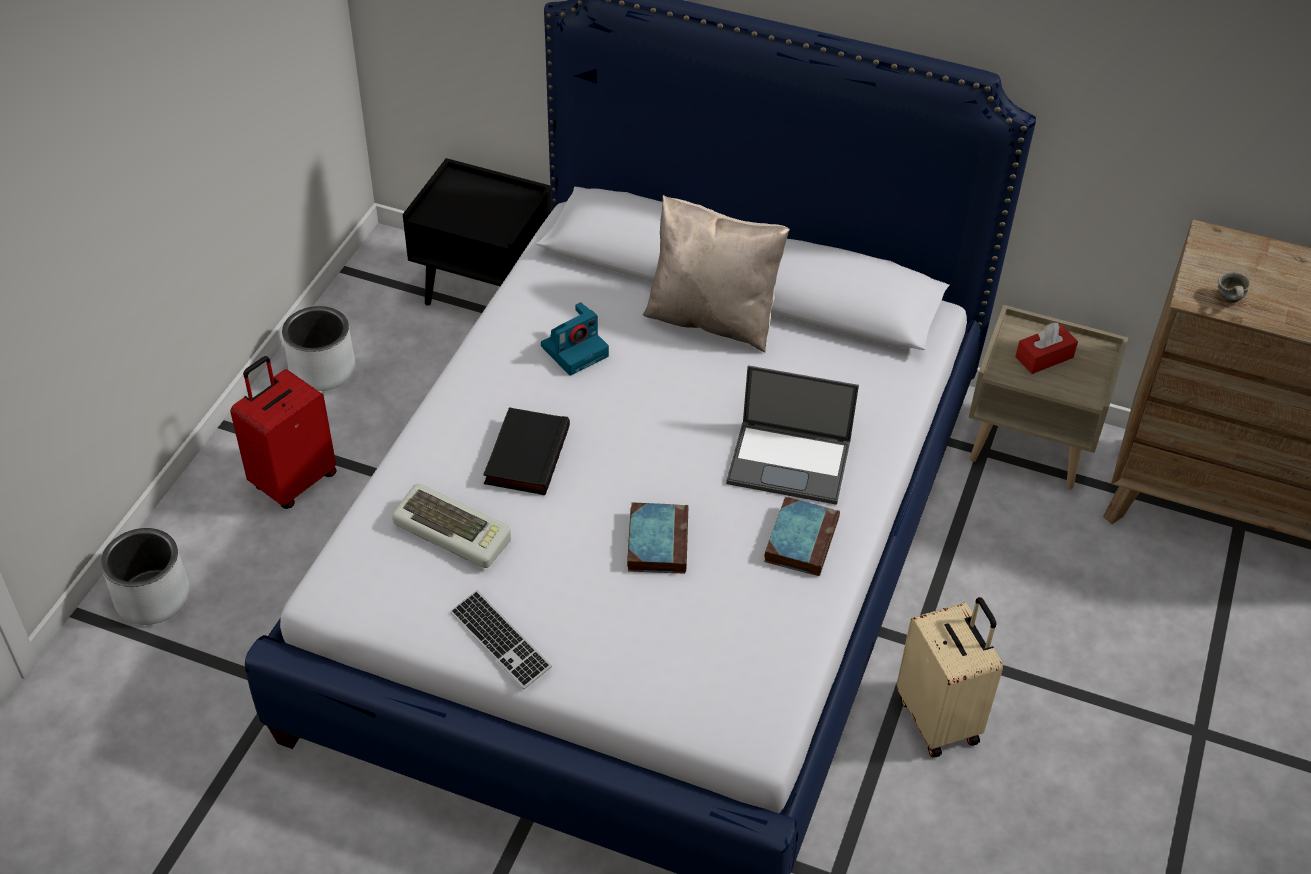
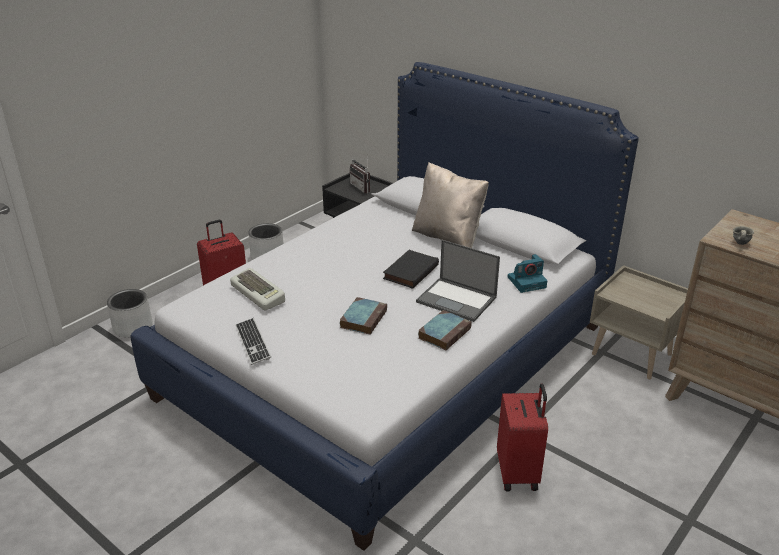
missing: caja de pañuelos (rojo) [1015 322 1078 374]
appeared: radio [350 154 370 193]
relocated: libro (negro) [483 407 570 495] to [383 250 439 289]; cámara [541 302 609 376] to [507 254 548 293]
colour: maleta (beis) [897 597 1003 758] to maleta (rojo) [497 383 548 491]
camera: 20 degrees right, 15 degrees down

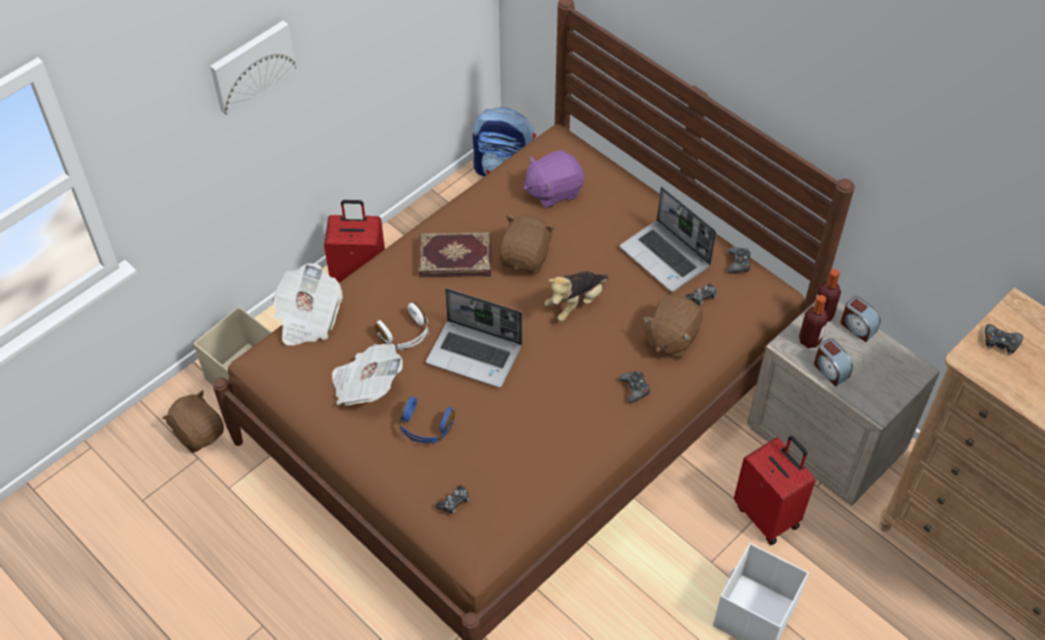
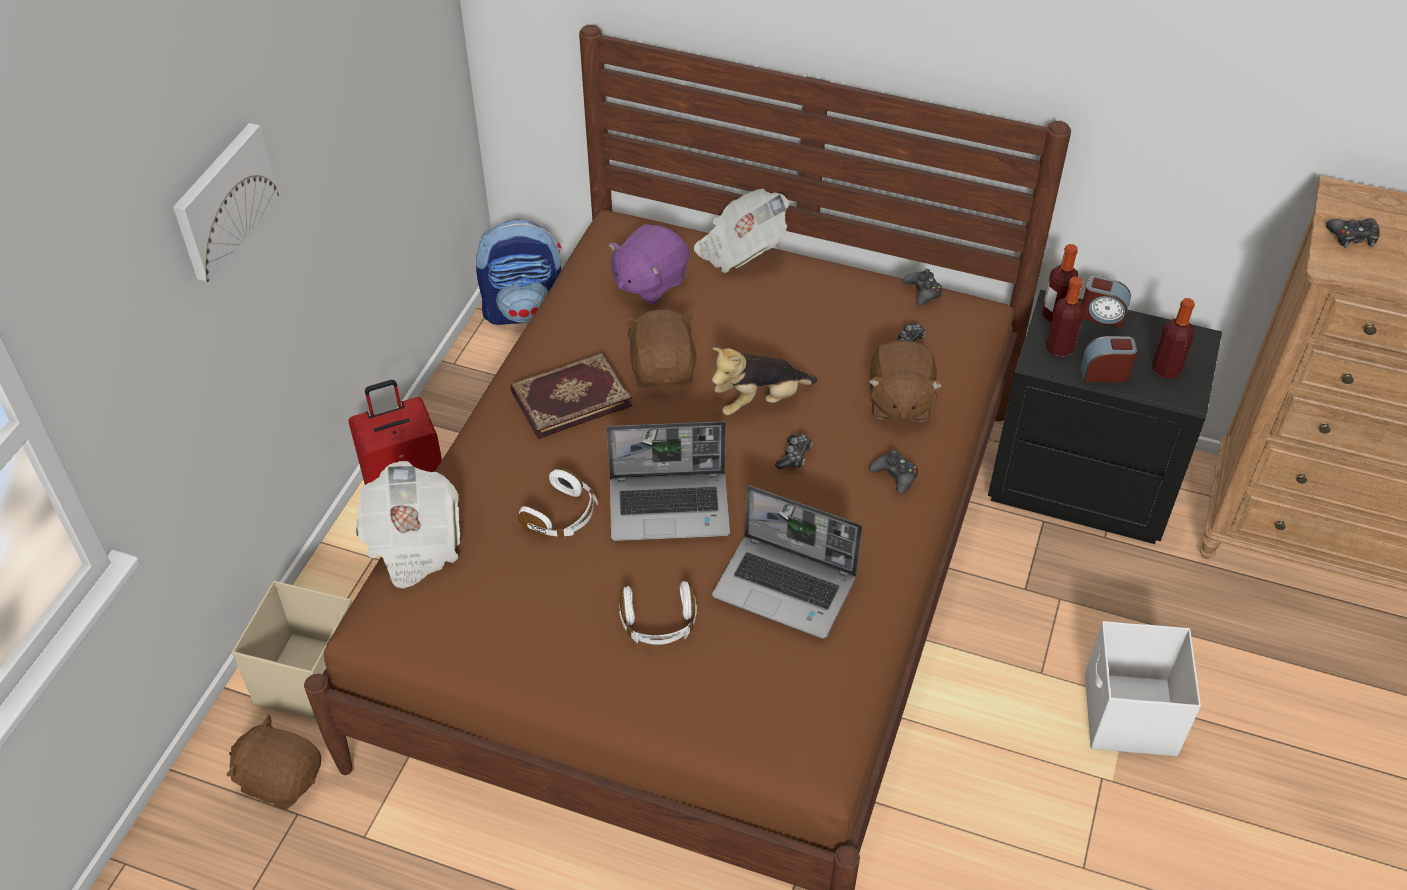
missing: maleta (rojo) [734 435 815 545]
appeared: botella [1152 298 1195 379]
relocated: periódico [332 344 403 405] to [694 189 790 273]; mando de consola [436 485 470 514] to [775 434 813 469]; portátil [620 187 716 292] to [712 485 863 639]
colour: auriculares (azul) [399 397 455 444] to auriculares (blanco) [618 581 697 645]; mesita de noche (beis) [747 301 940 505] to mesita de noche (negro) [988 289 1222 544]
spun: peluche [545 271 608 321] = [712 347 817 415] 45 degrees clockwise; despertador [814 338 853 387] = [1080 336 1138 382] 150 degrees clockwise
camera: 25 degrees left, 5 degrees down

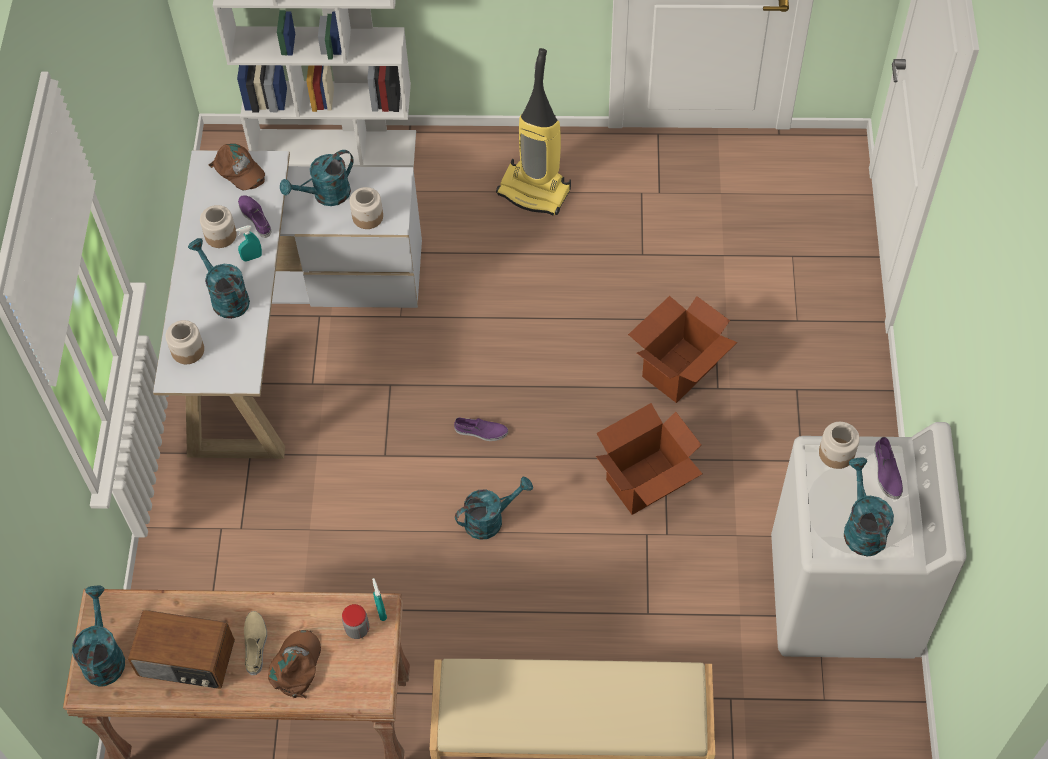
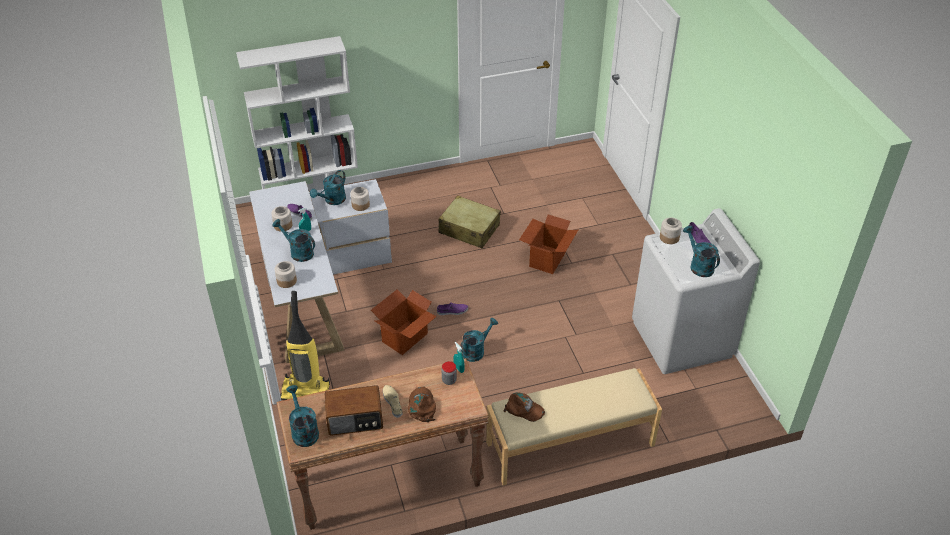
appeared: maleta (beis) [439 195 501 248]
relocated: gorra (marrón) [209 144 265 190] to [503 392 545 422]; aspiradora [496 48 571 216] to [280 291 330 400]; caja de cartón [596 403 702 515] to [371 289 437 355]
camera: 20 degrees left, 15 degrees down

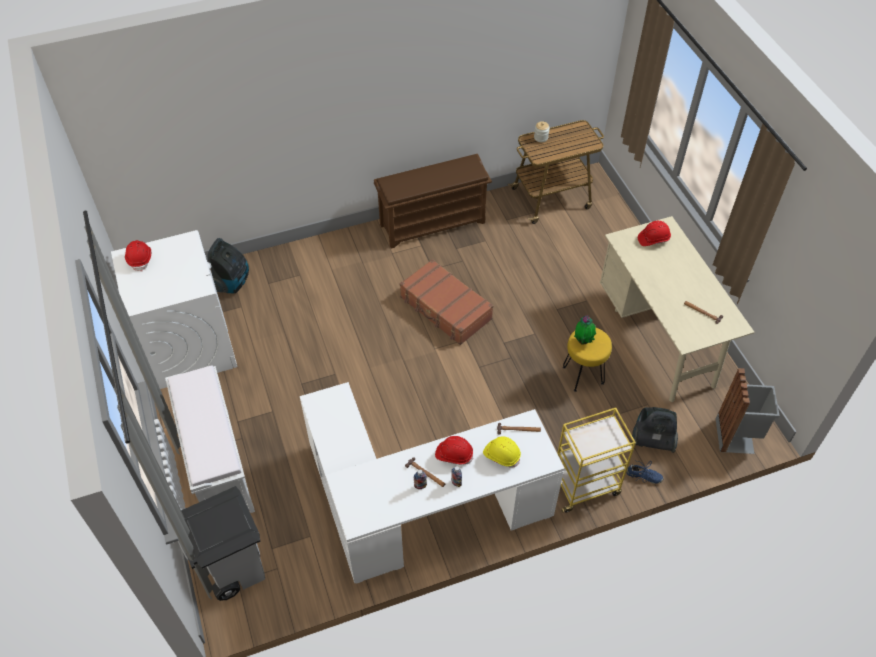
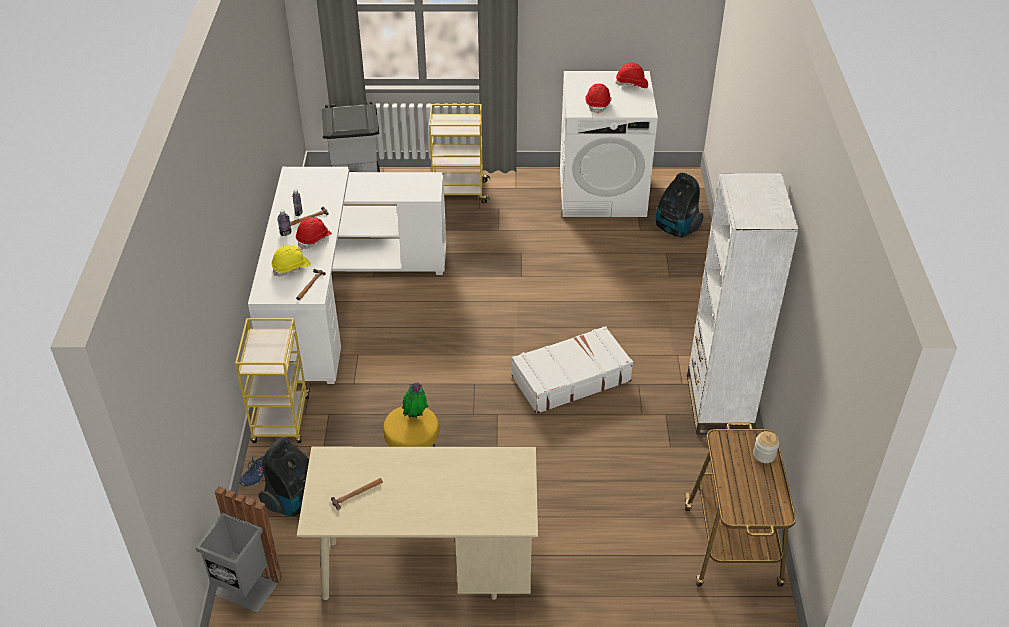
relocated: casco (rojo) [638 221 671 246] to [585 84 611 114]
exchanged: banco (blanco) [165 366 255 513] to carrito (amarillo) [429 104 490 203]; zapatero (marrón) [374 154 492 249] to estantería (blanco) [687 173 799 435]
colour: maleta (marrón) [400 259 494 345] to maleta (blanco) [512 326 633 414]
camera: 110 degrees right, 10 degrees down

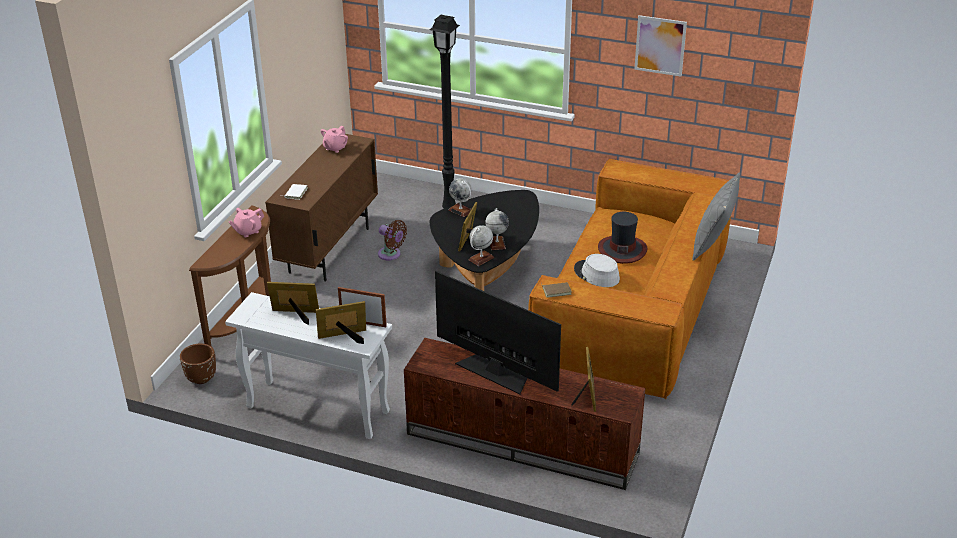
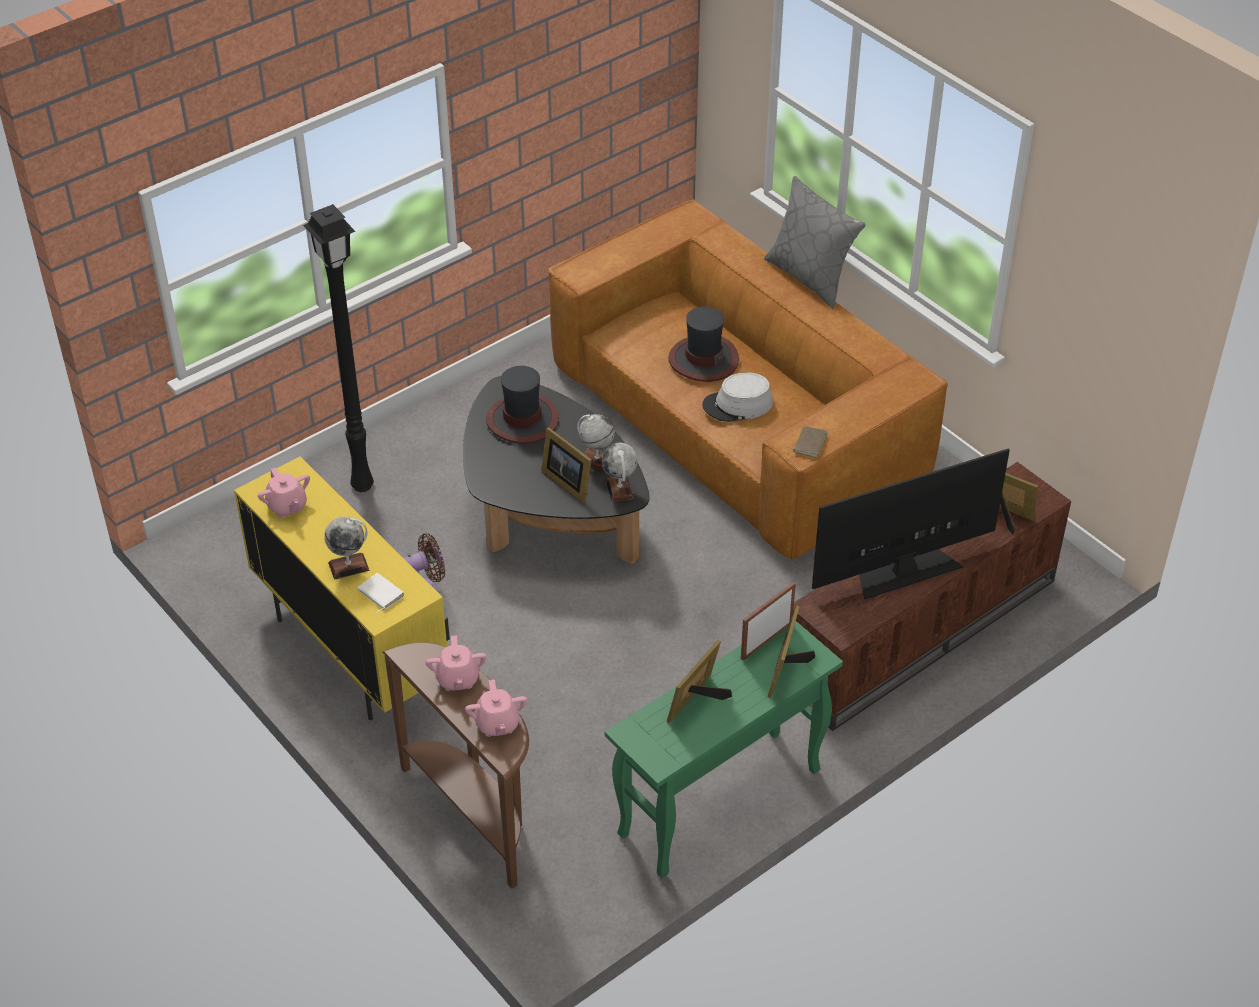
missing: maceta (marrón) [180 343 216 384]; cuadro [634 15 687 76]
appeared: tetera (rosa) [465 680 527 737]; sombrero [486 366 559 444]
relocated: globo terráqueo [448 178 471 217] to [324 516 369 580]
colour: mesa consola (blanco) [225 292 392 439] to mesa consola (verde) [605 621 843 878]; armario (marrón) [265 134 378 282] to armario (amarillo) [234 456 450 721]
camera: 60 degrees left, 10 degrees up

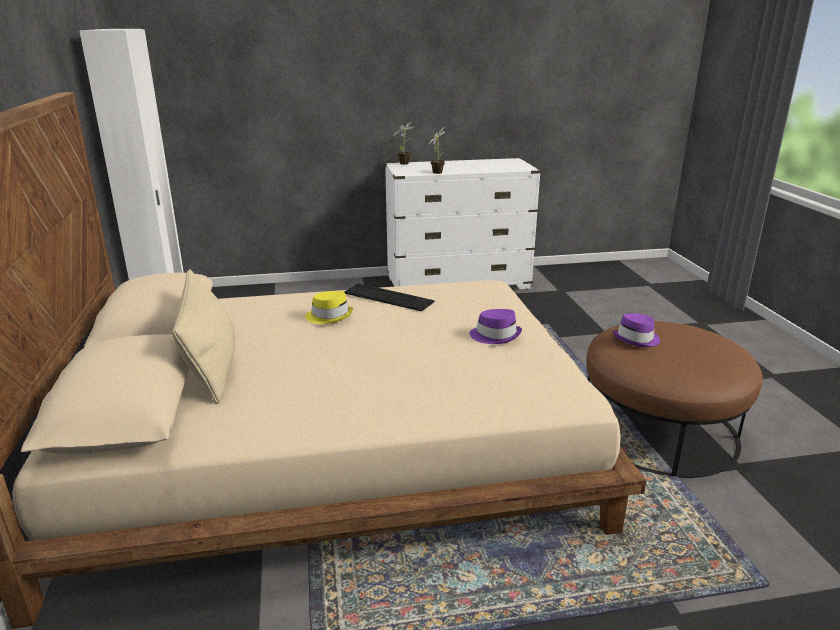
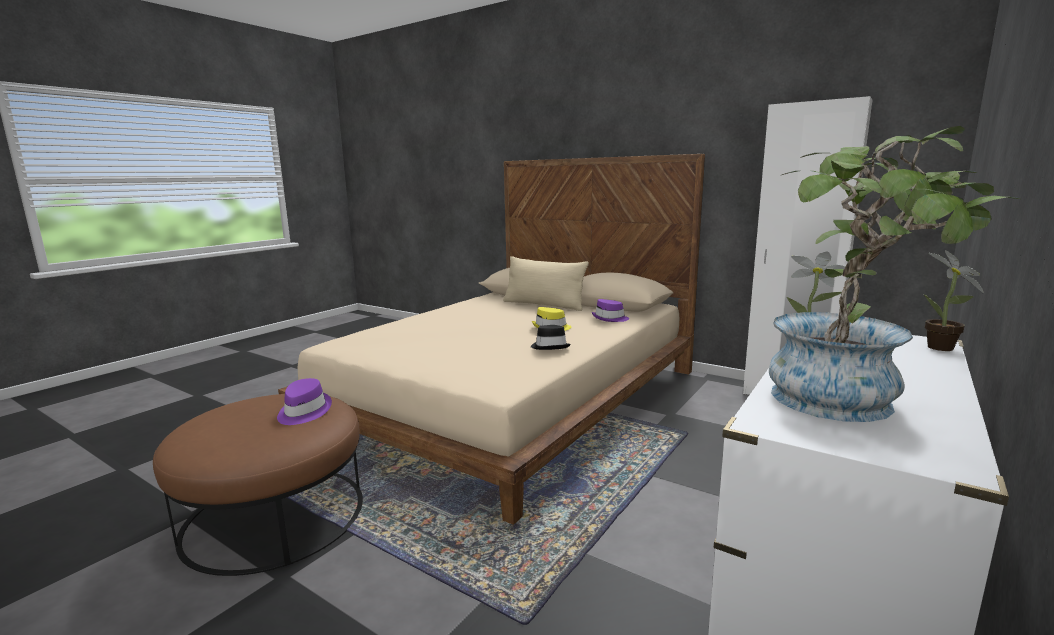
appeared: planta en maceta [769 126 1021 422]
relocated: sombrero (morado) [470 309 522 344] to [592 299 629 322]
exchanged: teclado [344 284 435 311] to sombrero (negro) [531 325 571 350]
camera: 135 degrees right, 10 degrees down

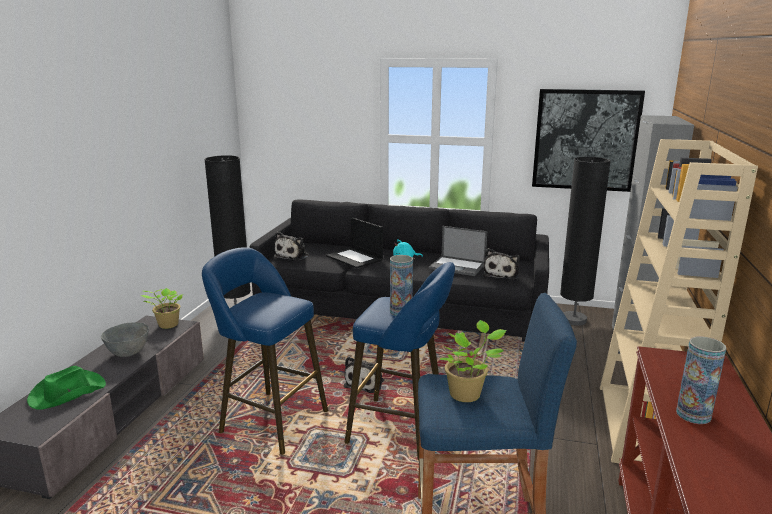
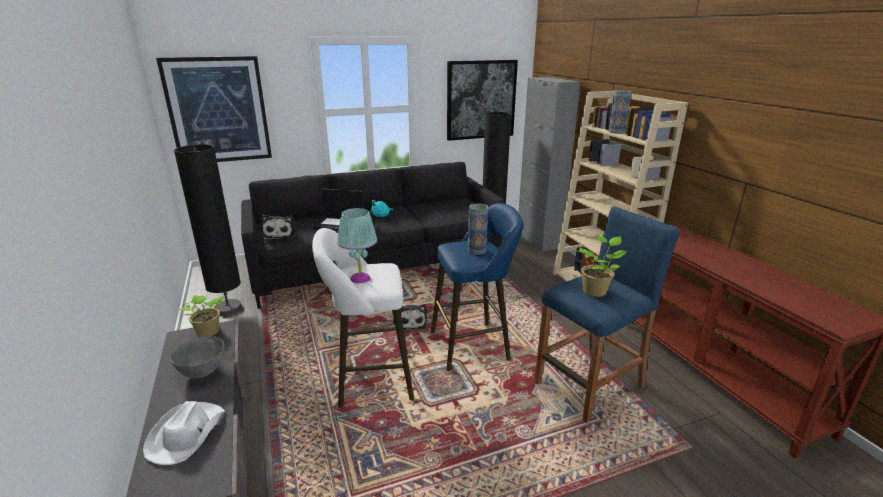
missing: portátil [429 226 487 276]; peluche [483 248 520 280]
appeared: cuadro [156 56 272 162]; lámpara de mesa (turquesa) [338 208 377 283]
relocated: florero [676 336 726 424] to [609 90 632 134]
colour: sombrero (verde) [27 366 106 410] to sombrero (blanco) [143 401 225 465]; taburete (azul) [202 247 328 455] to taburete (blanco) [312 228 414 408]
camera: 35 degrees left, 5 degrees up

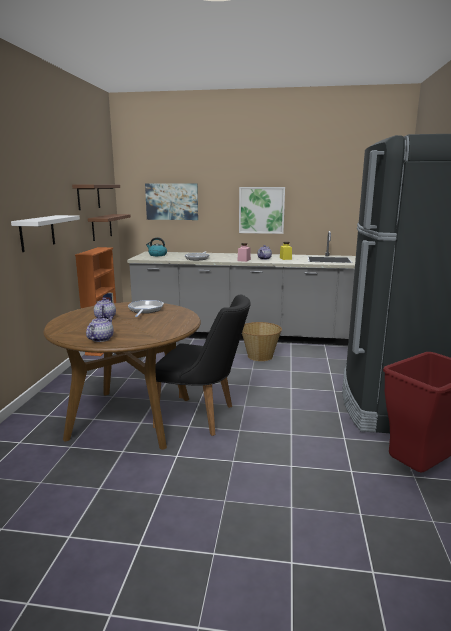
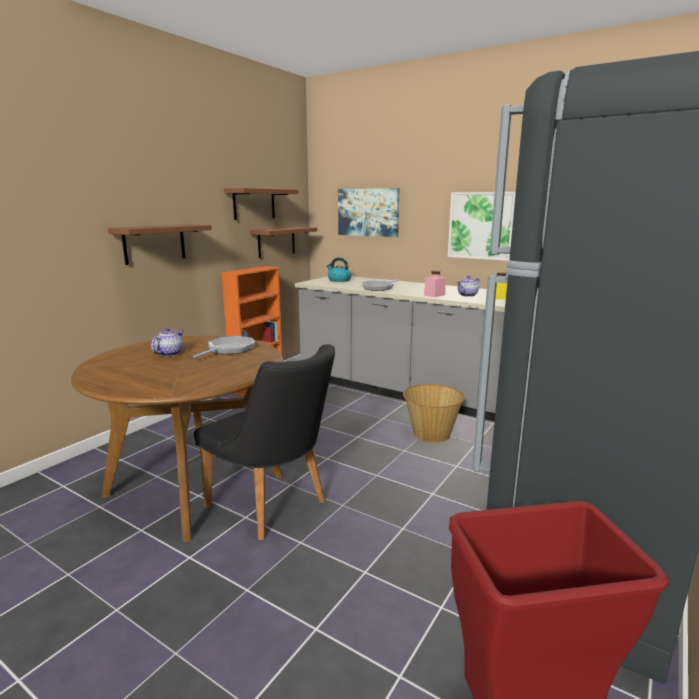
missing: tetera [86 316 114 342]
colour: estante (blanco) [11 215 80 252] to estante (marrón) [108 224 212 265]
camera: 25 degrees right, 0 degrees up

